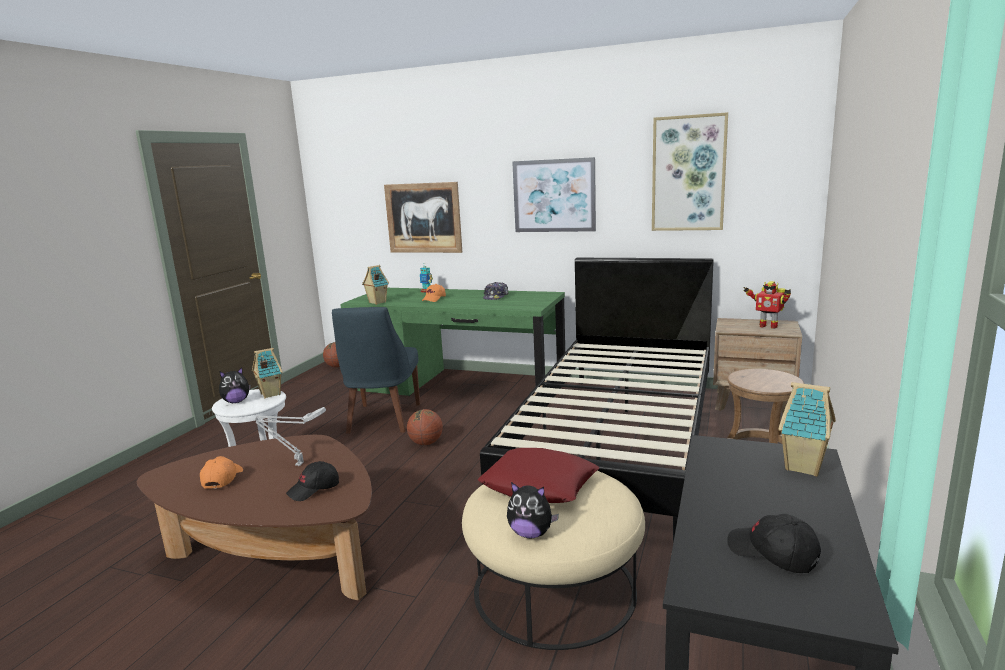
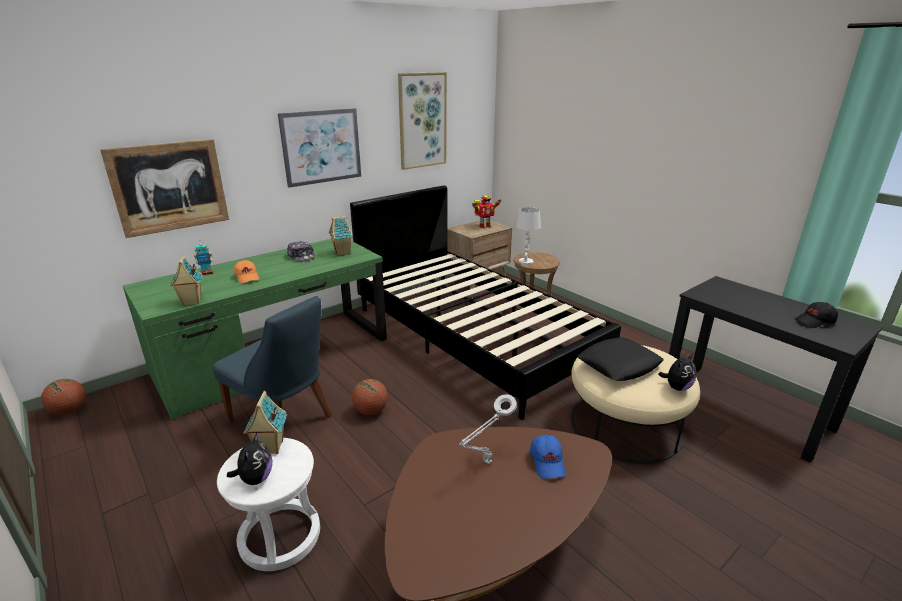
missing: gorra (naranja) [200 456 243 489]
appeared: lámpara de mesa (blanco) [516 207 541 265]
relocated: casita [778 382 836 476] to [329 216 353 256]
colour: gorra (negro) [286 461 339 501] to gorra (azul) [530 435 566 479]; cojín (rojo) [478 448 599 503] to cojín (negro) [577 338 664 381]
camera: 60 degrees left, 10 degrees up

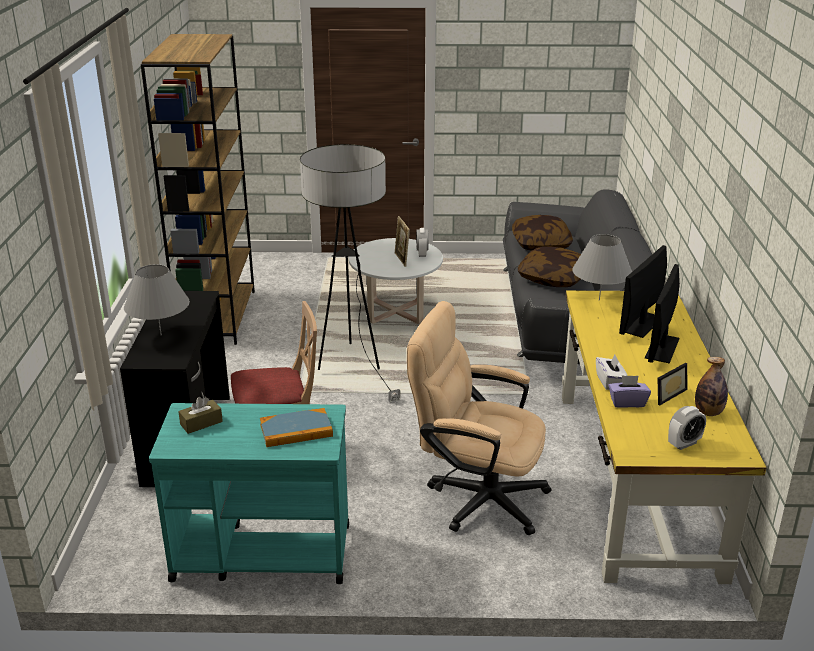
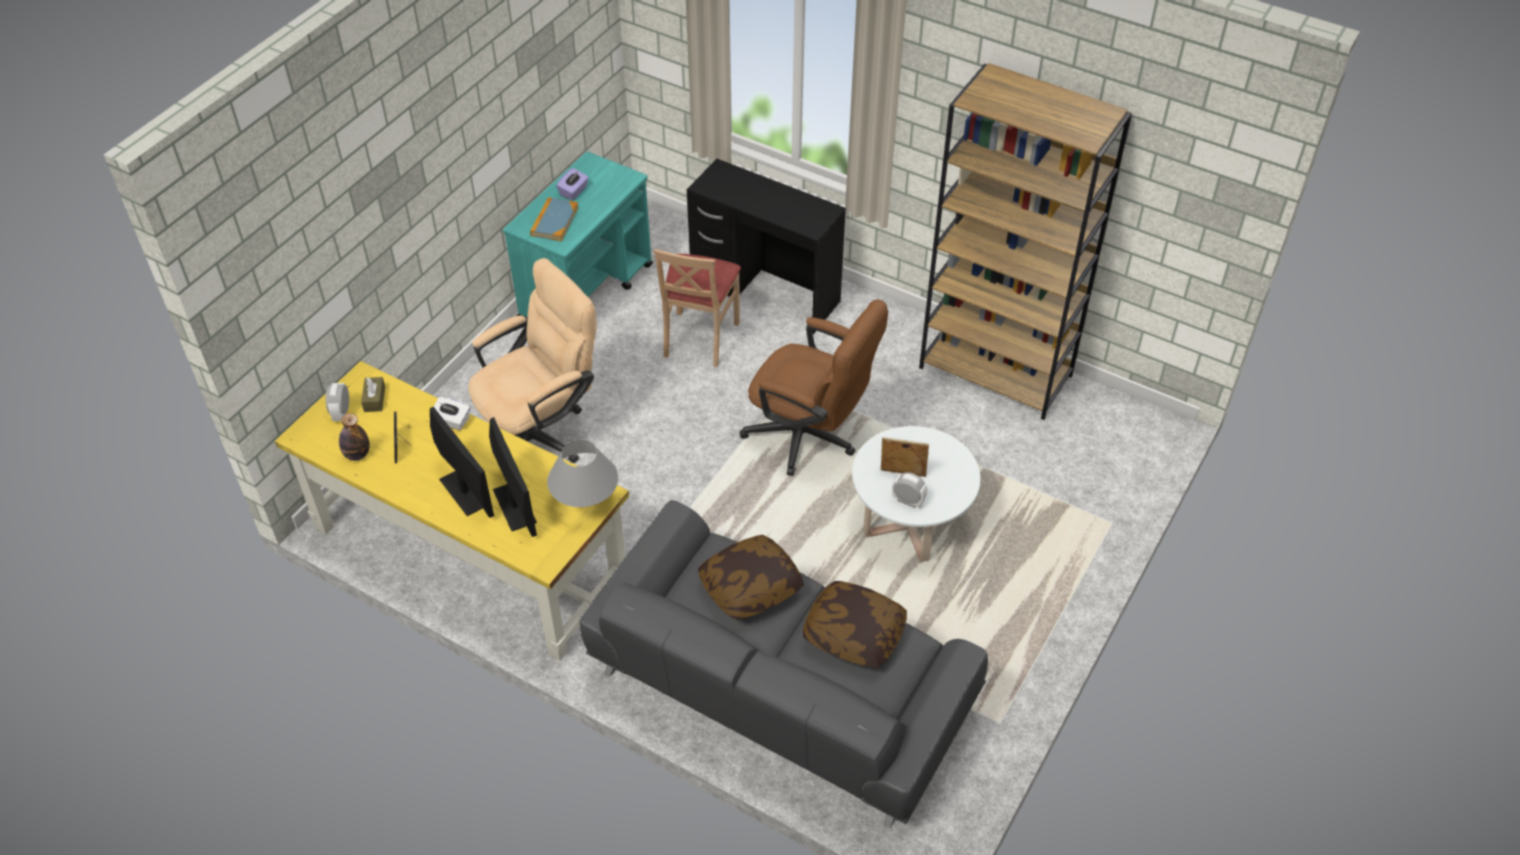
missing: lámpara de mesa (gris) [124 264 190 335]
relocated: caja de pañuelos (marrón) [178 397 223 434] to [361 377 385 412]; caja de pañuelos (morado) [608 375 651 408] to [556 168 589 200]
exchanged: lámpara de pie [300 144 401 402] to silla de oficina (marrón) [740 299 888 476]
camera: 120 degrees right, 20 degrees up

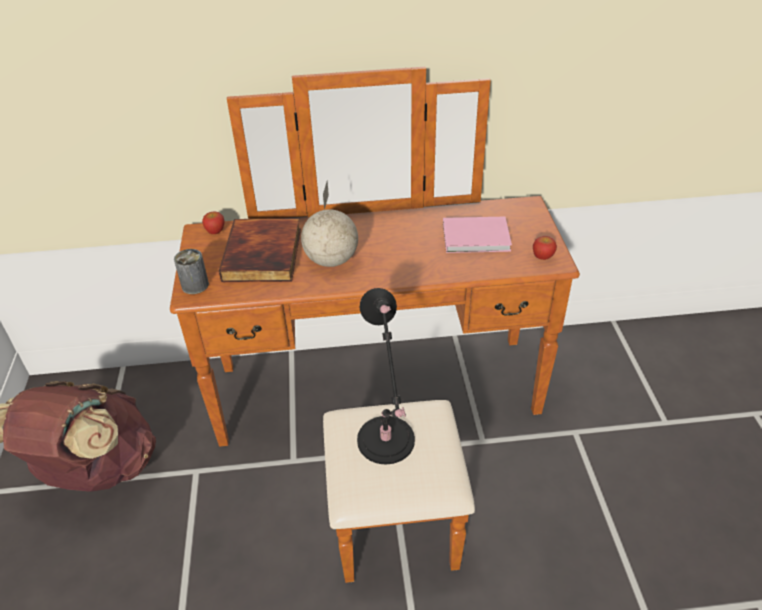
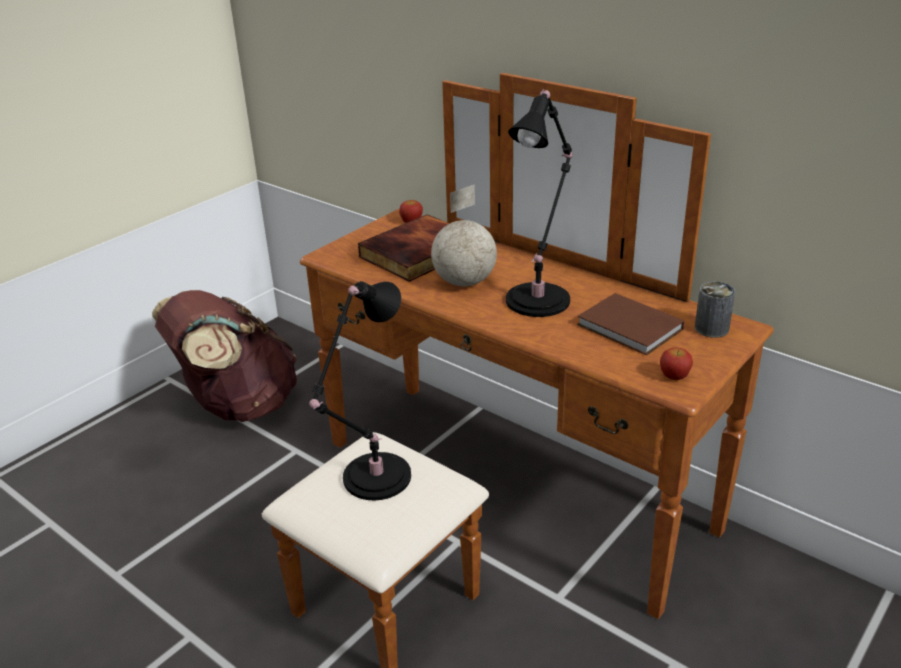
appeared: lámpara de mesa (negro) [506 89 573 317]
relocated: lata [174 249 209 294] to [695 282 735 338]
colour: libro (rosa) [443 217 512 253] to libro (marrón) [577 293 684 355]
camera: 45 degrees right, 10 degrees down

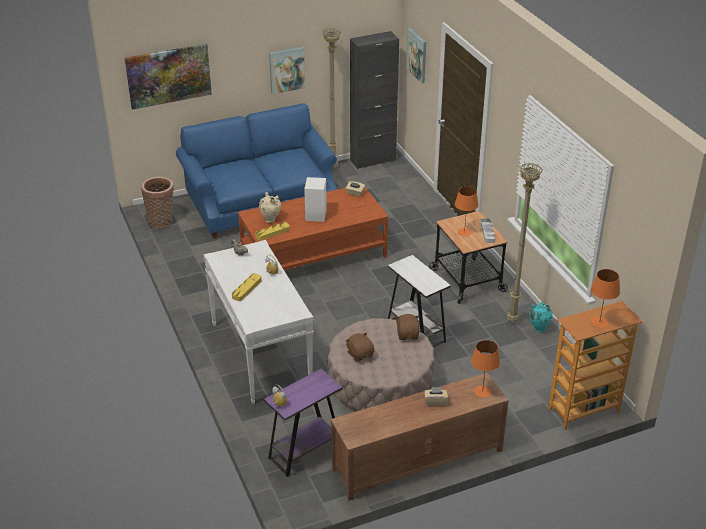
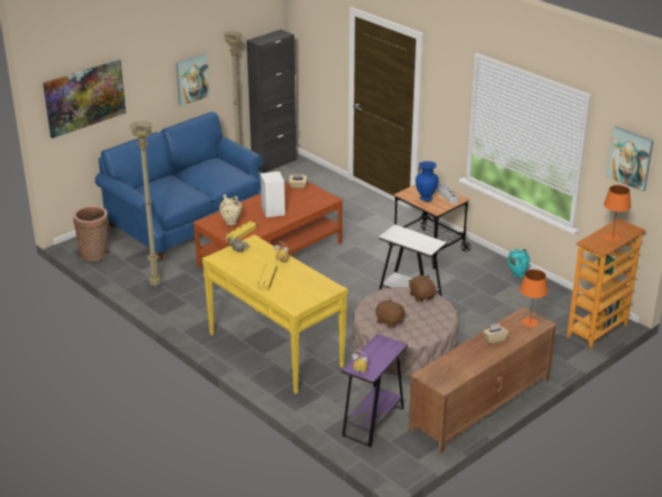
relocated: cuadro [407 28 426 83] to [606 126 653 192]; lámpara de pie (beis) [507 163 543 323] to [130 121 161 286]
exchanged: lámpara de mesa (naranja) [455 186 479 236] to florero (azul) [415 161 439 201]
colour: mesa consola (blanco) [204 240 314 404] to mesa consola (amarillo) [202 234 348 394]
camera: 20 degrees left, 5 degrees down

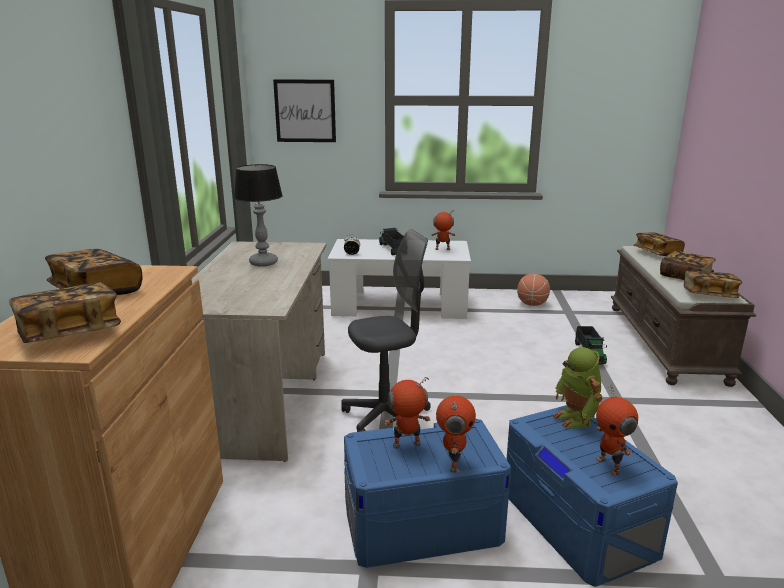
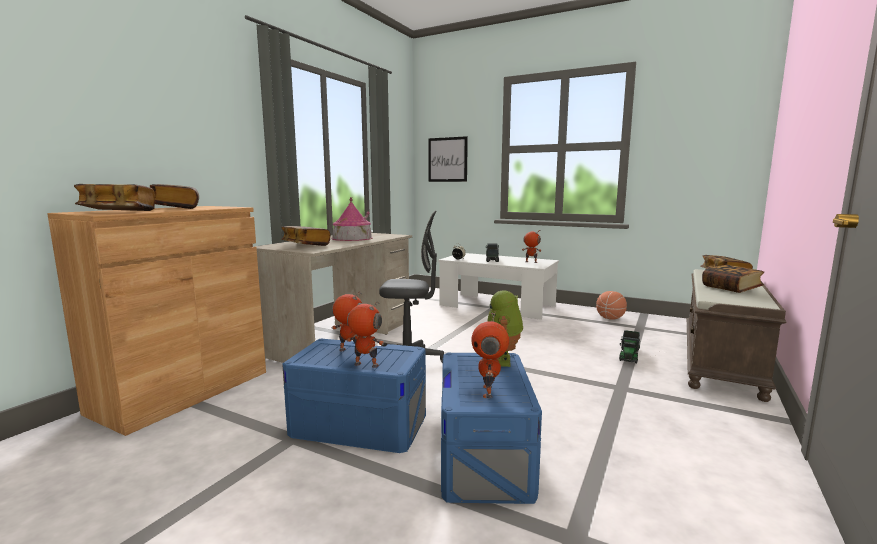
relocated: libro [684 271 743 298] to [281 226 330 246]
exchanged: lámpara de mesa [234 164 283 267] to casita [331 197 373 241]
spun: robot de juguete [436 395 476 473] = [346 301 384 368] 105 degrees counterclockwise
camera: 25 degrees right, 10 degrees down

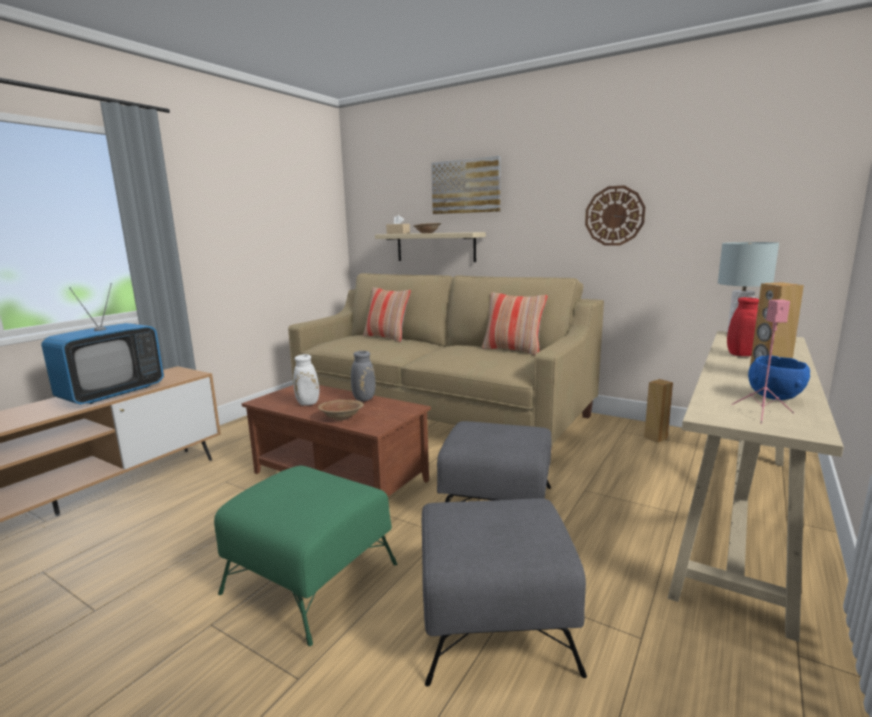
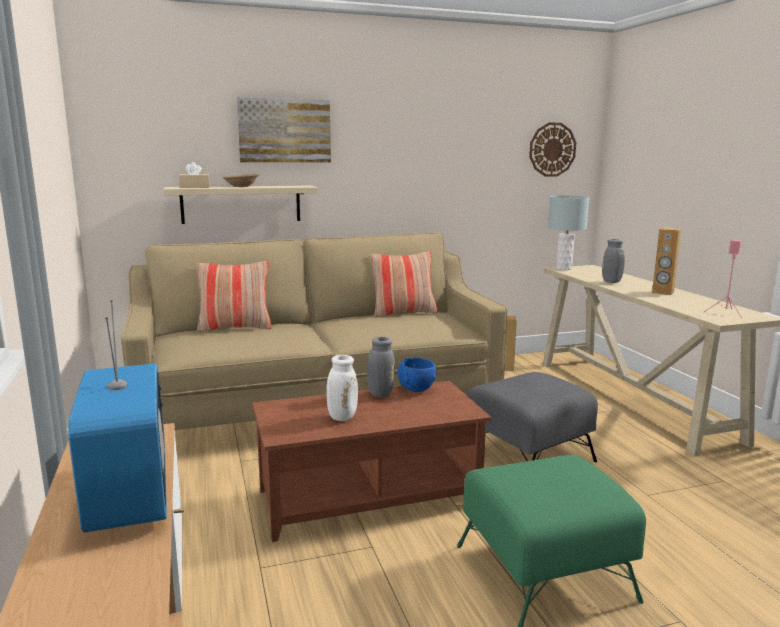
missing: cuenco (marrón) [318 400 364 421]; puf (gris) [422 498 587 687]
relocated: reloj de pared [585 186 645 246] to [529 123 576 177]; cuenco (azul) [748 355 810 400] to [398 358 436 392]
colour: florero (rojo) [727 297 759 356] to florero (gris) [602 239 625 283]
camera: 50 degrees left, 0 degrees up

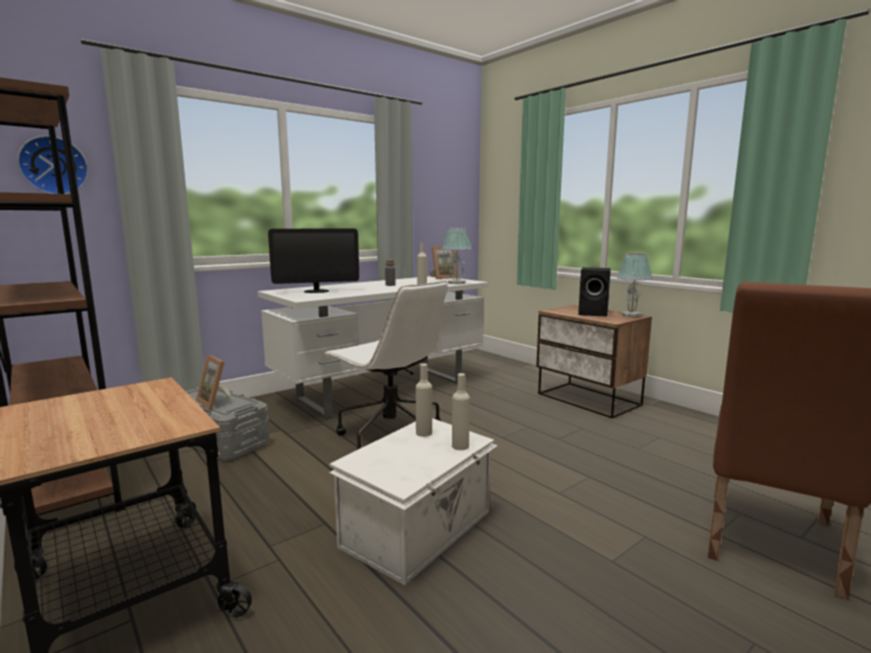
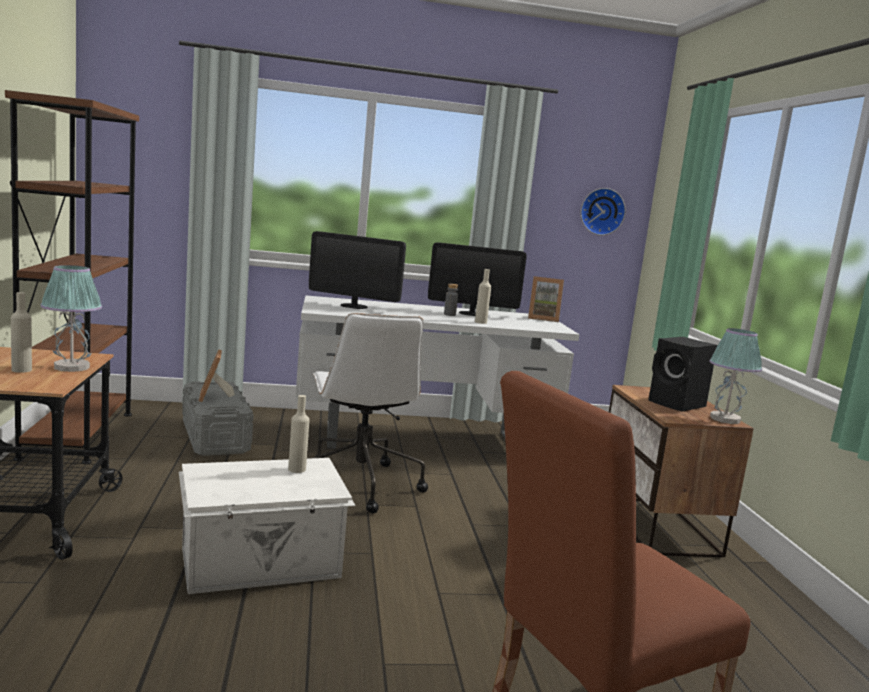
appeared: monitor [428 242 527 316]
relocated: reloj de pared [17 136 88 194] to [581 188 626 235]; lámpara de mesa [442 228 472 284] to [40 265 102 372]; botella (beis) [452 373 470 450] to [11 292 32 373]
camera: 30 degrees right, 0 degrees up

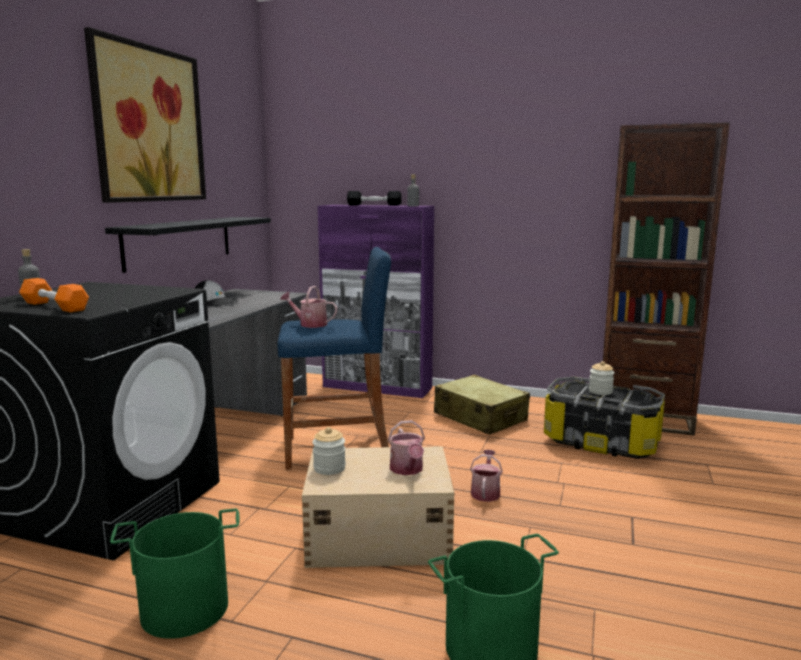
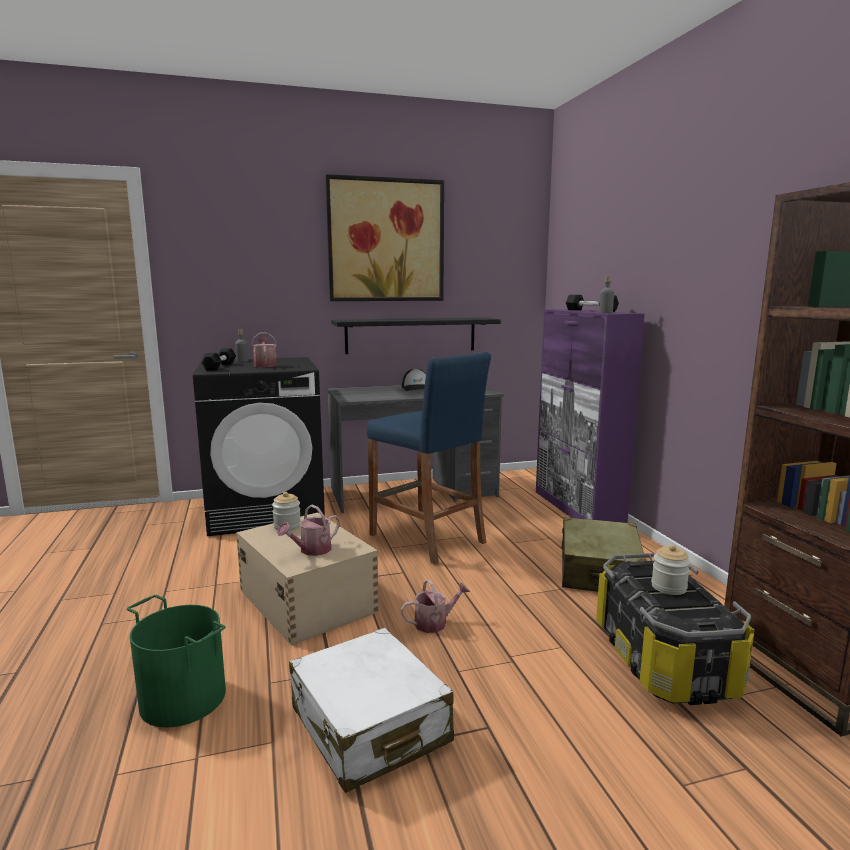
missing: cubo (verde) [110 508 240 639]
appeared: maleta (blanco) [289 628 454 793]
relocated: regadera [280 286 338 328] to [251 332 277 367]
colour: mancuerna (naranja) [19 278 89 312] to mancuerna (negro) [201 348 236 371]
camera: 55 degrees right, 0 degrees up

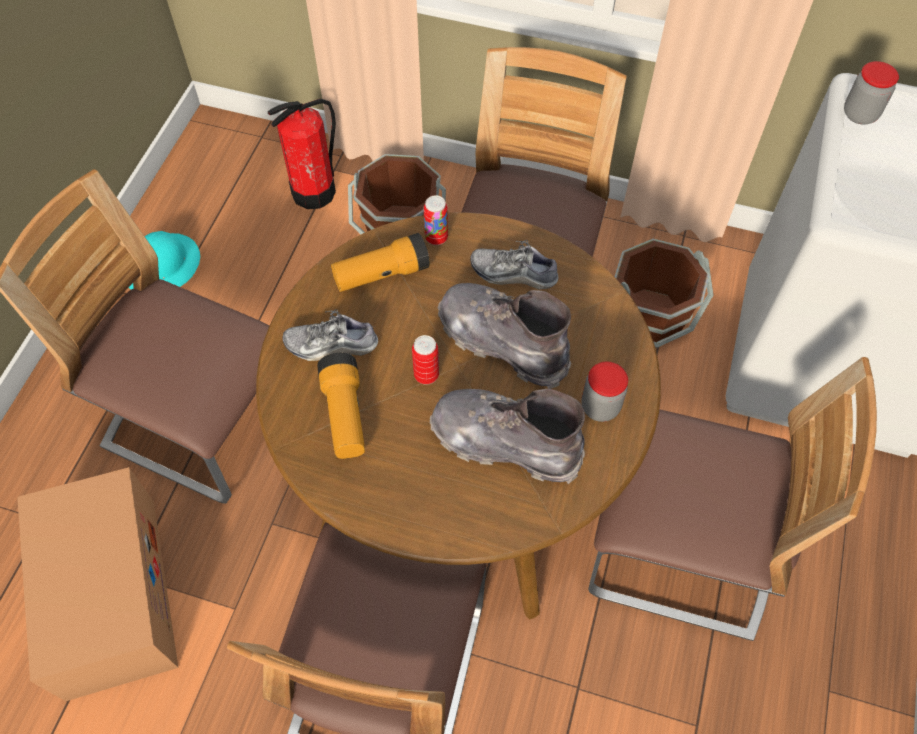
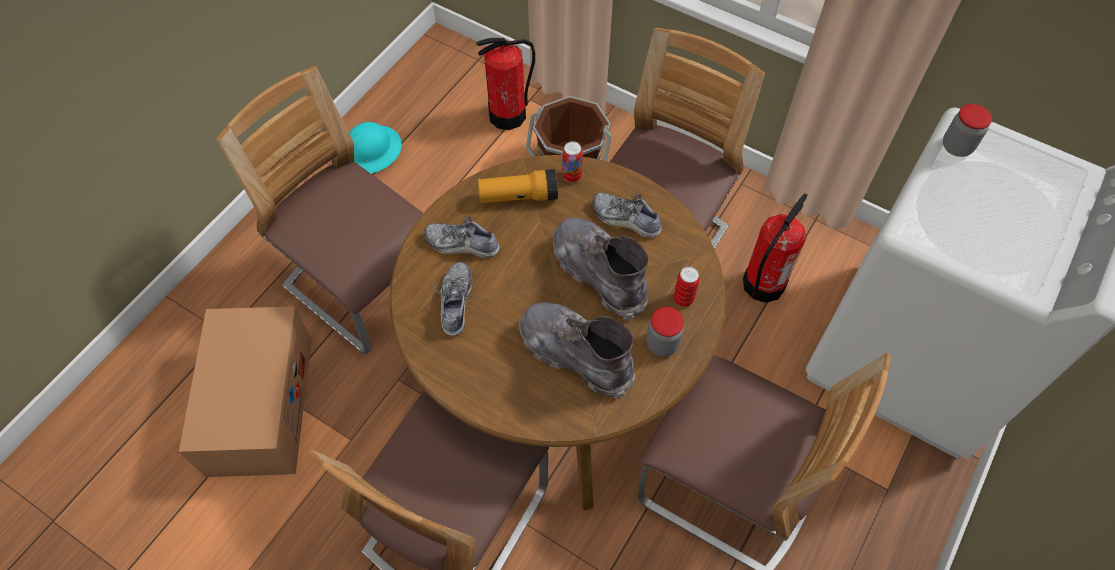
relocated: lata [412 335 439 385] to [673 266 700 307]
exchanged: linterna [317 353 365 459] to zapato [433 262 476 336]; cubo (marrón) [615 239 714 348] to extintor [743 194 807 303]
camera: 15 degrees right, 0 degrees up

